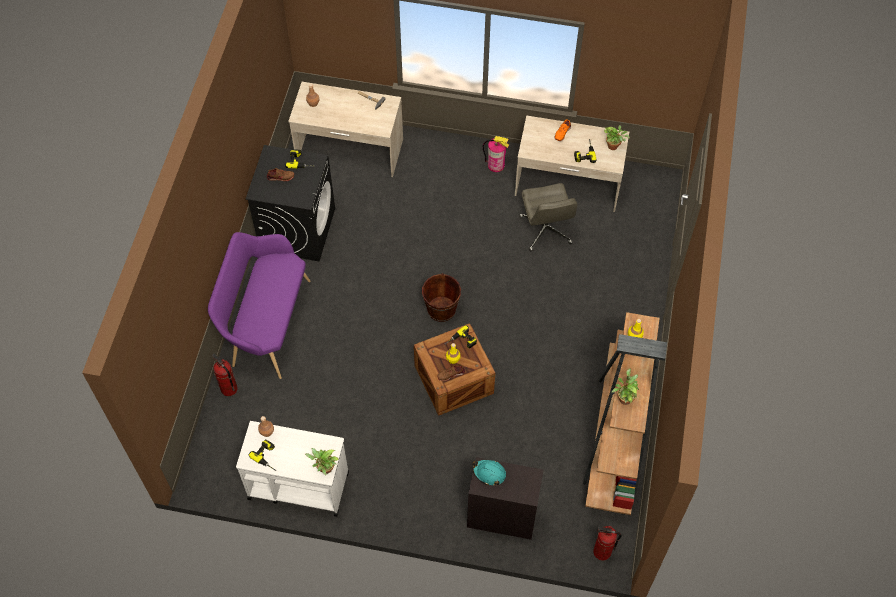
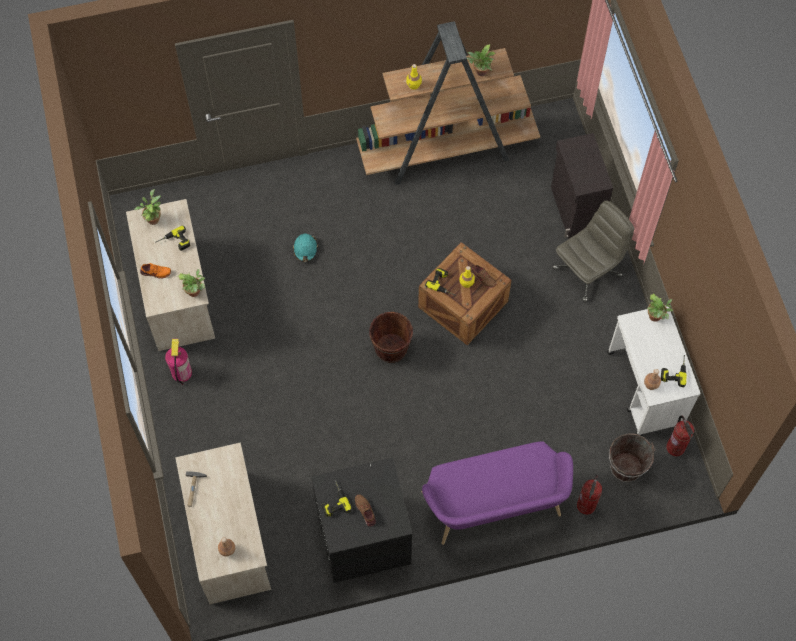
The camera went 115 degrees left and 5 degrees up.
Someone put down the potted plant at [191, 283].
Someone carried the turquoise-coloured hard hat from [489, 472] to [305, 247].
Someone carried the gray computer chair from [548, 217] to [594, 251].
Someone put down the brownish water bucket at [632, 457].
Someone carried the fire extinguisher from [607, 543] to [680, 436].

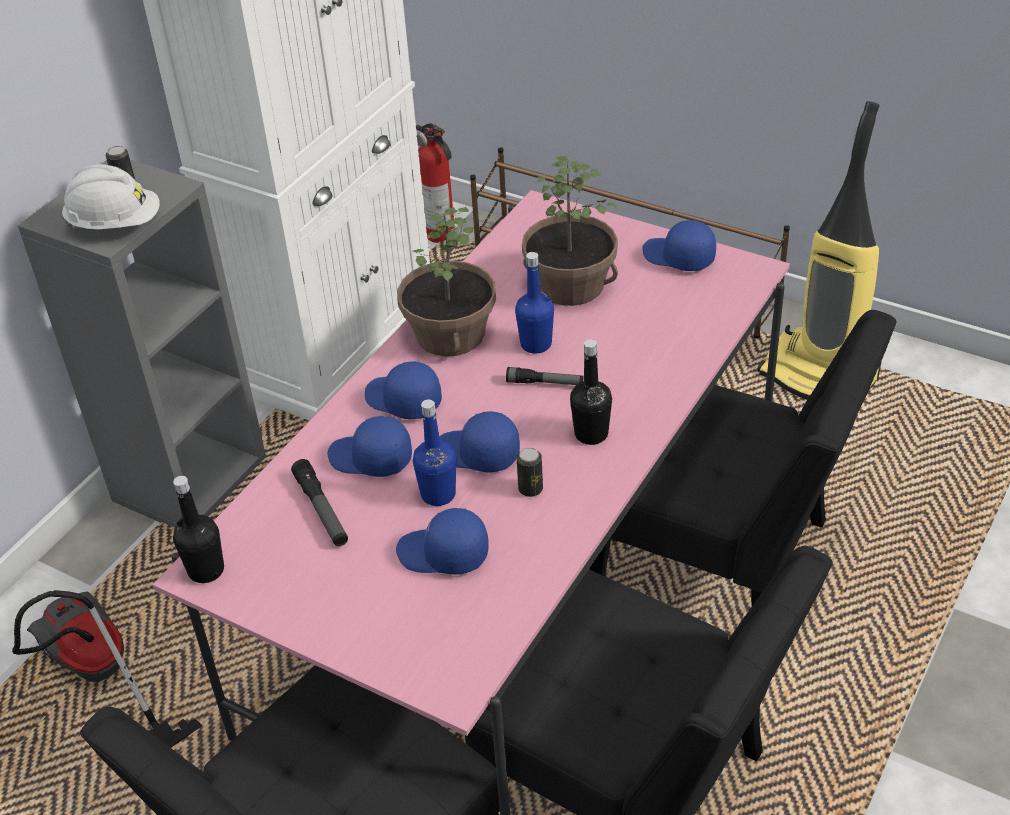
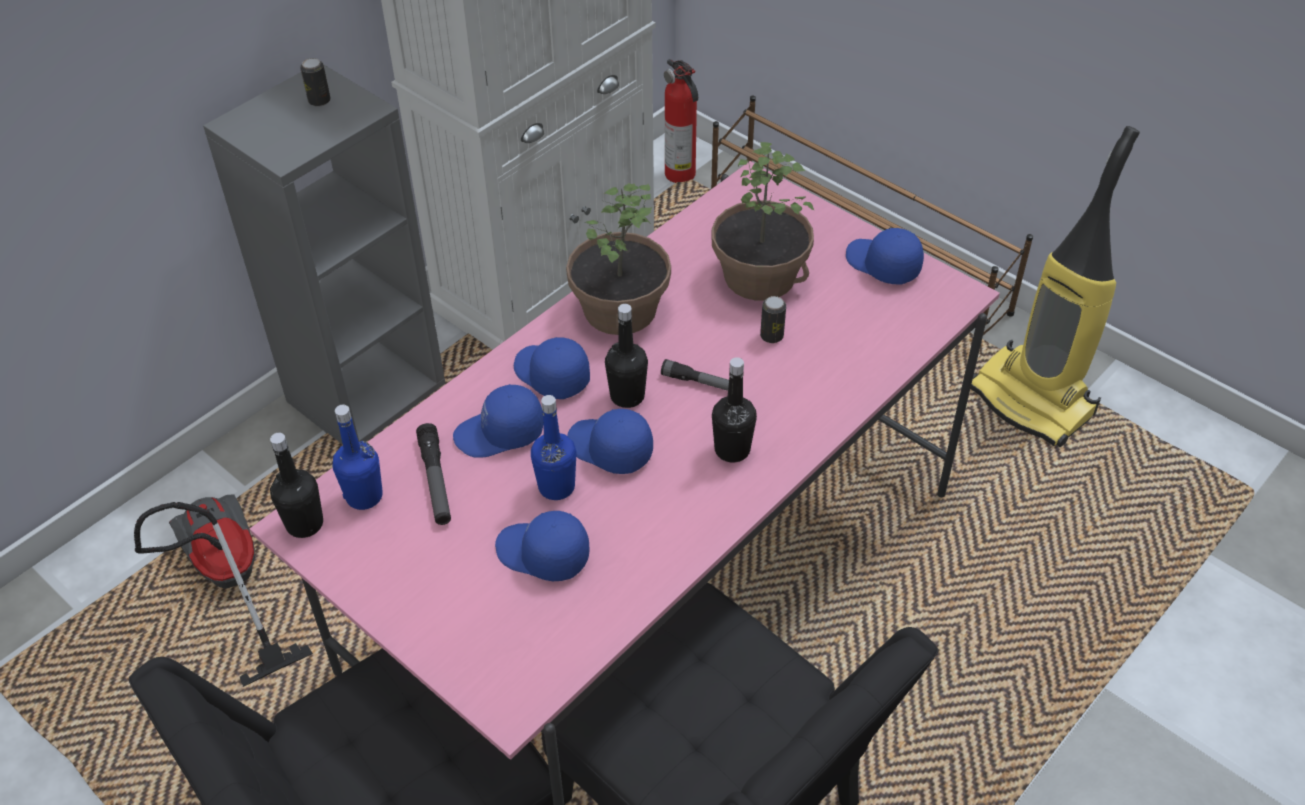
The camera went 10 degrees right and 5 degrees up.
Someone carried the blue-coloured beverage bottle from [534, 303] to [358, 457].
Someone rotated the blue-coloured cap at [369, 446] by 45 degrees counterclockwise.
Someone put down the black beverage bottle at [626, 356].
Someone carried the can from [530, 472] to [773, 319].
Someone took away the whitish hard hat at [111, 196].
Someone took away the black chair at [742, 458].

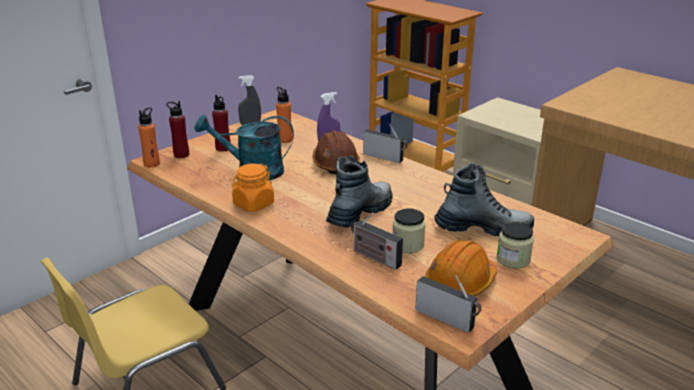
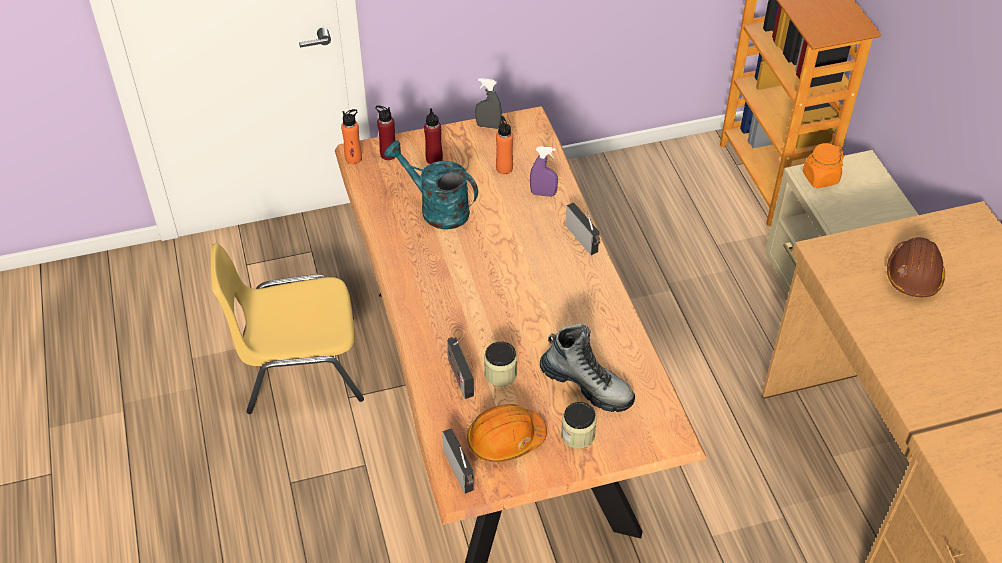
The camera went 30 degrees right and 20 degrees up.
Someone carried the orange-coloured storage jar from [253, 188] to [824, 165].
Someone carried the brownish hard hat from [336, 152] to [916, 267].
Someone took away the high-top boot at [359, 192].

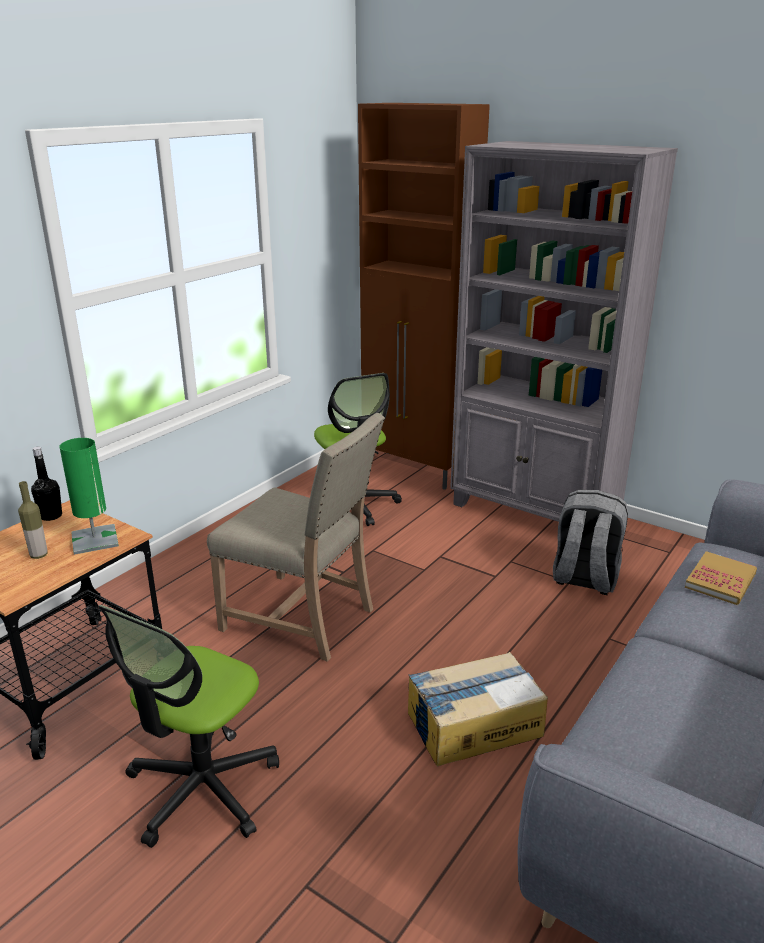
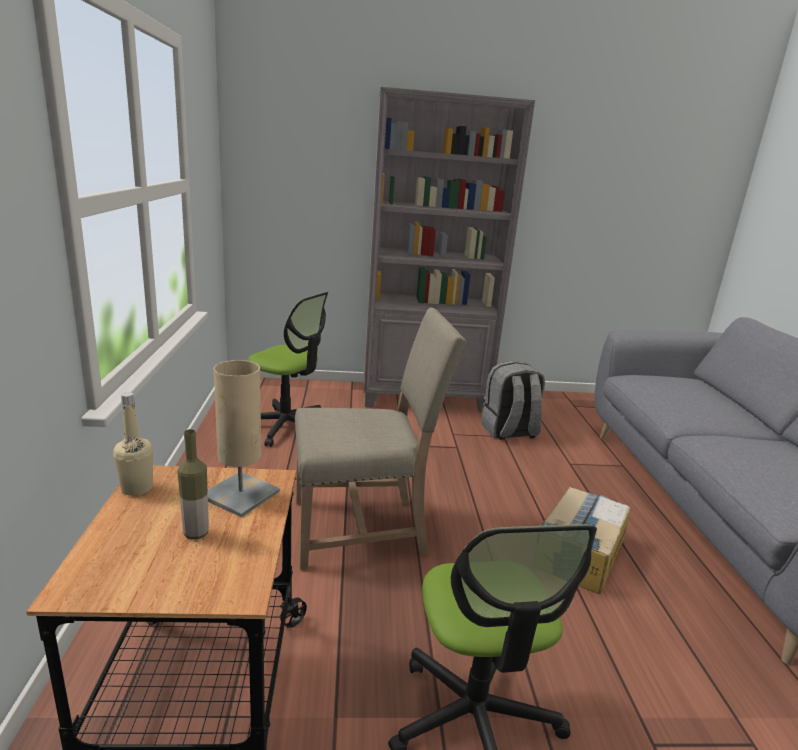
The camera went 40 degrees left and 5 degrees down.
Someone repainted the black beverage bottle at [46, 484], which became the beige-coloured beverage bottle at [133, 444].
Someone repainted the green-coloured table lamp at [89, 496], which became the beige-coloured table lamp at [244, 438].
Someone took away the brownish cupboard at [424, 296].
Someone took away the bound book at [721, 578].

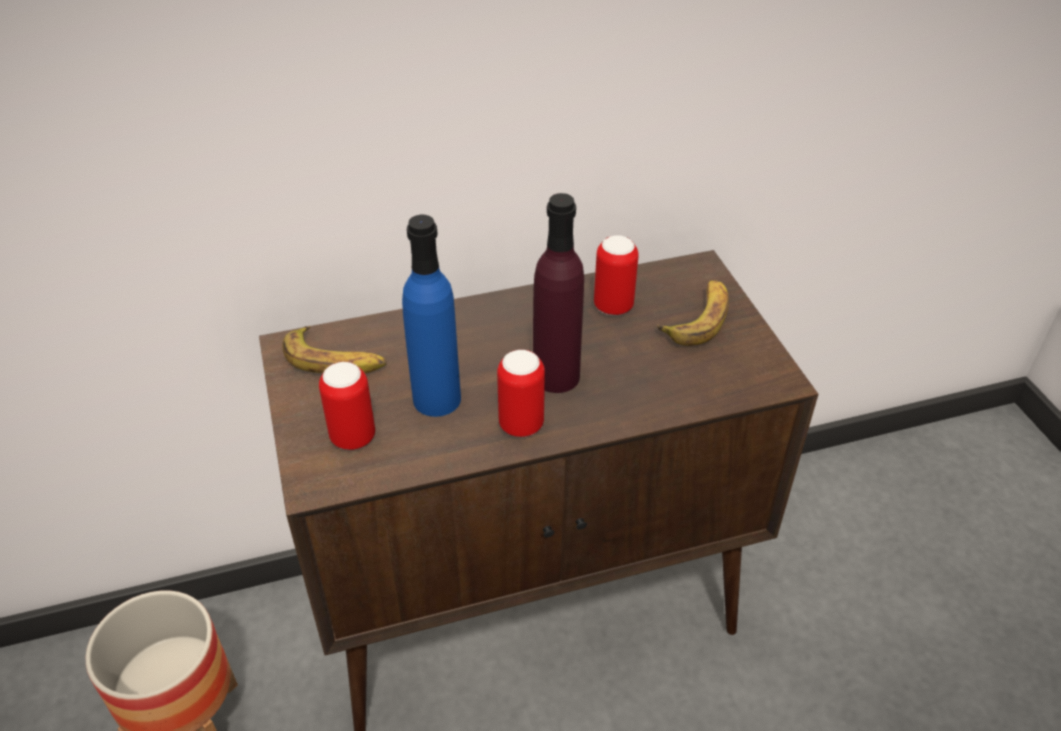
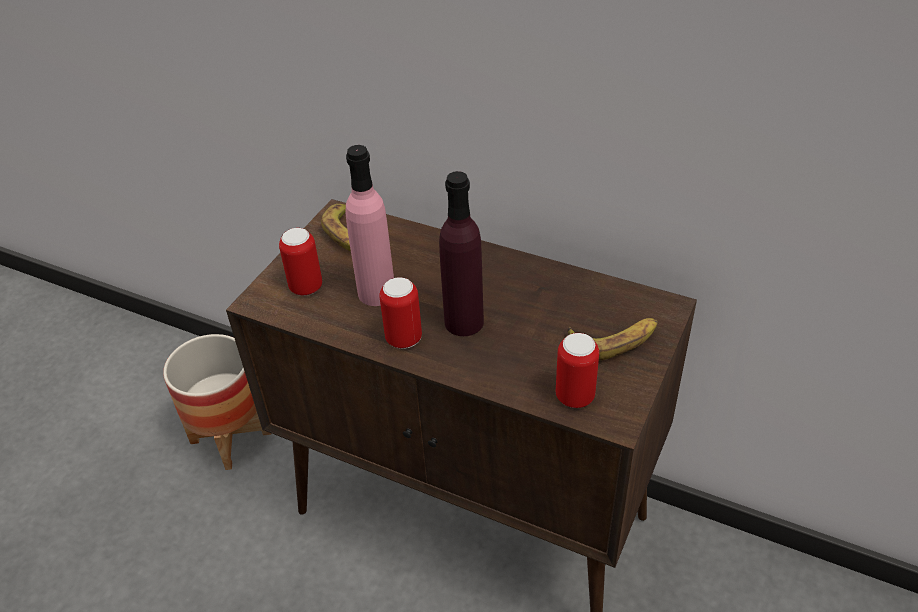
The camera went 45 degrees right and 0 degrees up.
Someone repainted the blue-coloured beverage bottle at [431, 316], which became the pink beverage bottle at [370, 225].
Someone carried the can from [616, 275] to [577, 370].

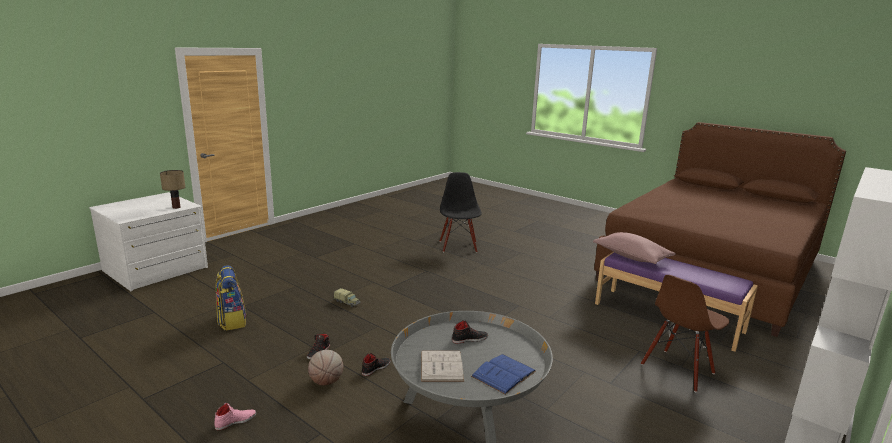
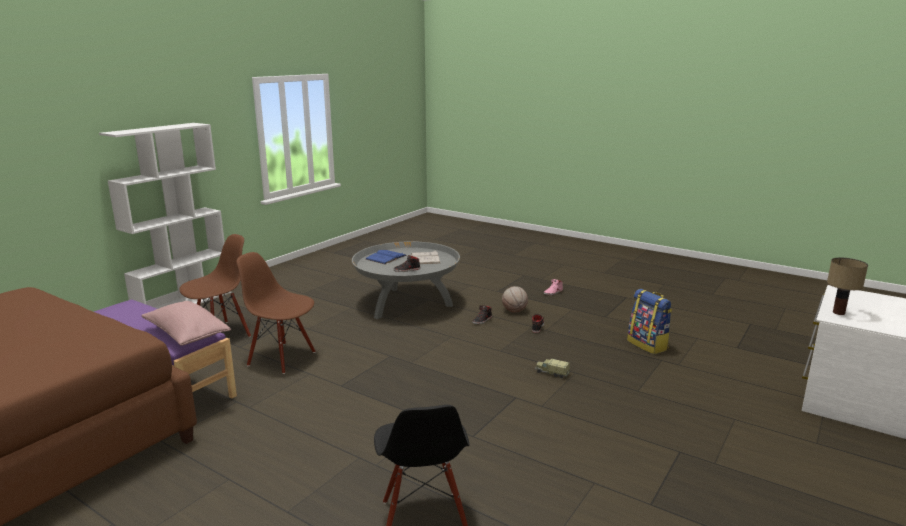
The camera went 175 degrees right and 0 degrees up.
Someone put down the brownish chair at [276, 313].

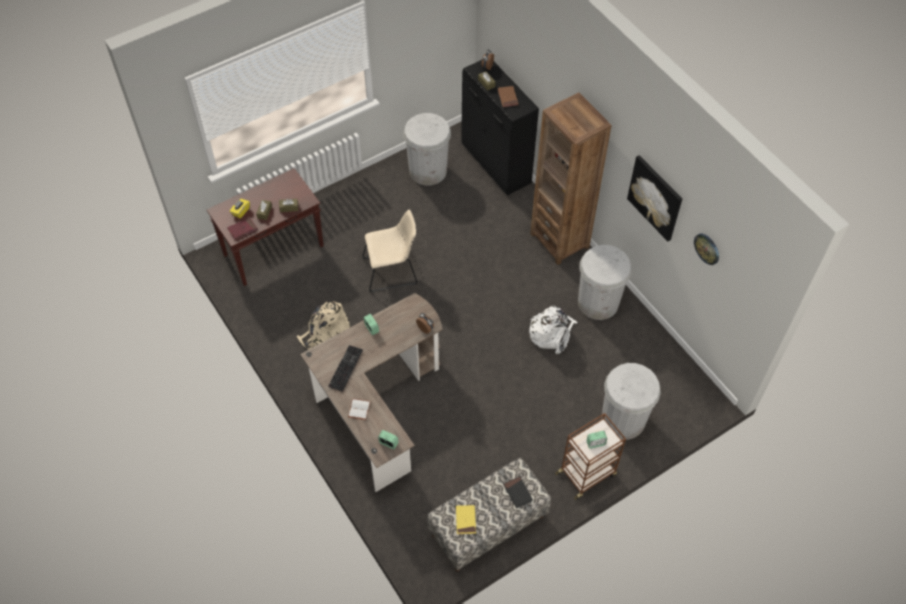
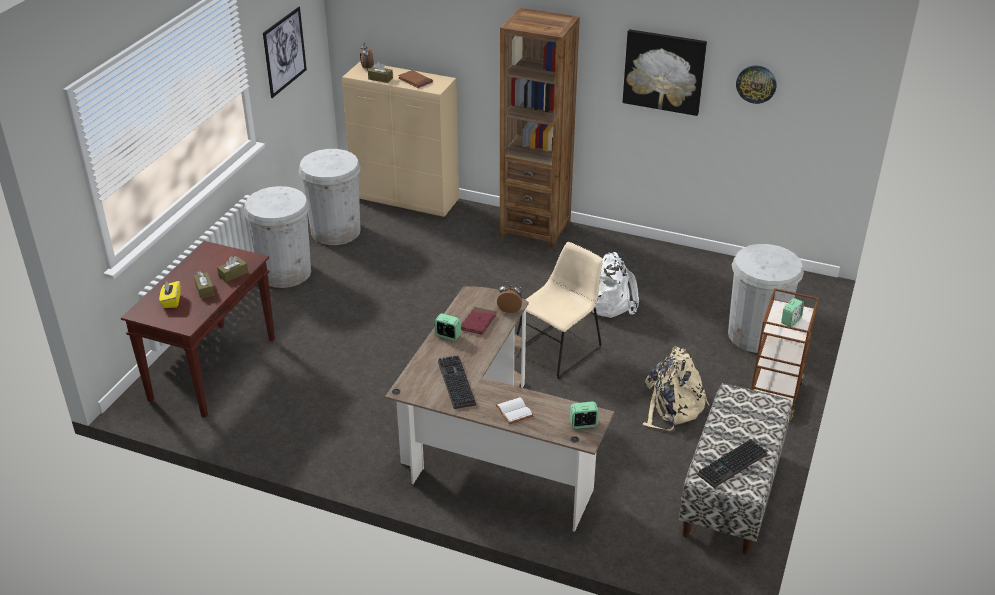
The camera went 35 degrees left and 20 degrees down.
Someone carried the whitish rubbish bin from [605, 282] to [277, 237].
Someone put up the wall picture at [285, 52].
Someone repainted the black cupboard at [500, 127], which became the beige-coloured cupboard at [400, 139].
Someone carried the red-coloured bound book from [242, 229] to [479, 321].
Someone carried the beige-coloured chair from [389, 251] to [559, 310].
Someone carried the beige-coloured rucksack from [323, 325] to [676, 388].
Someone swapped the yellowish bound book at [466, 519] for the computer keyboard at [732, 463].
Someone took away the black bound book at [518, 492].

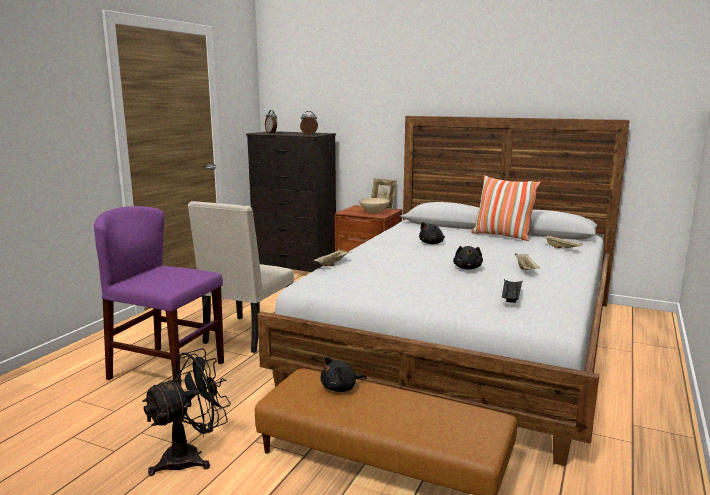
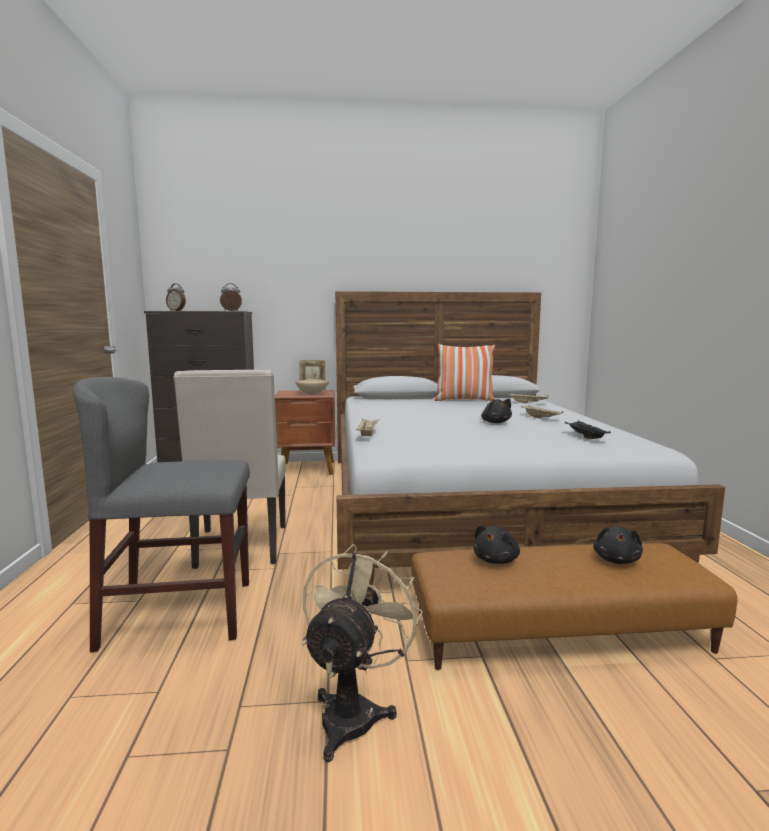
The camera went 30 degrees left and 5 degrees down.
Someone repainted the purple chair at [159, 295], which became the gray chair at [161, 514].
Someone repainted the black electric fan at [186, 412], which became the beige-coloured electric fan at [362, 653].
Someone carried the black cuddly toy from [432, 233] to [618, 545].

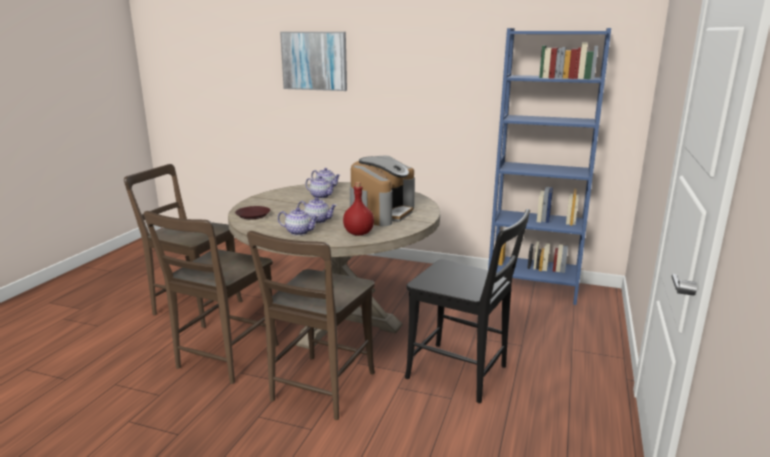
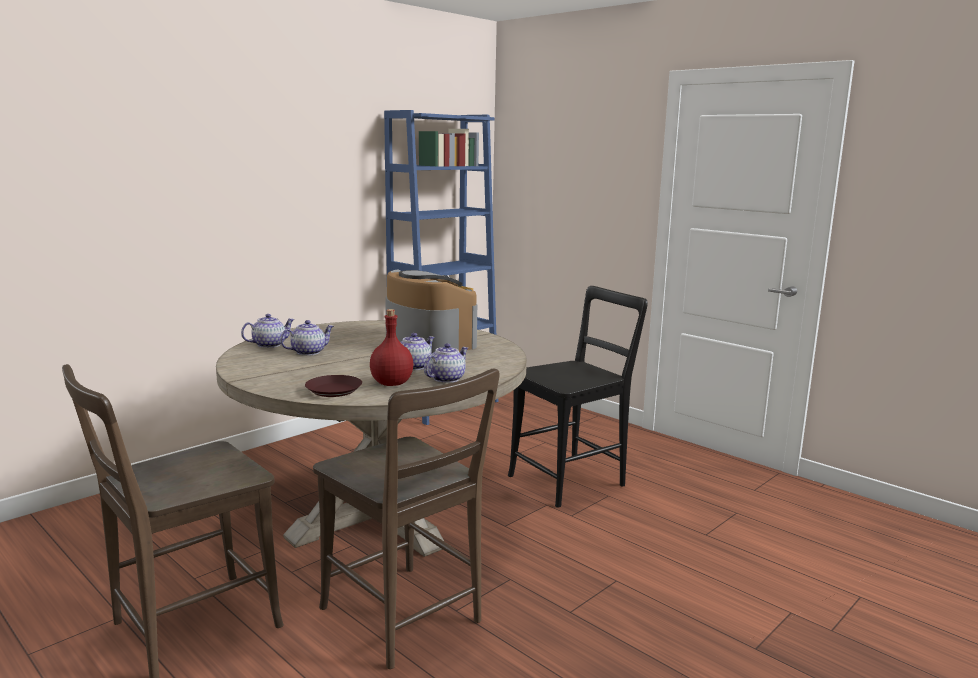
The camera went 65 degrees left and 5 degrees down.
Someone carried the red-coloured beverage bottle from [358, 209] to [392, 347].
Someone took away the brownish chair at [311, 325].
Someone took away the wall picture at [313, 61].

